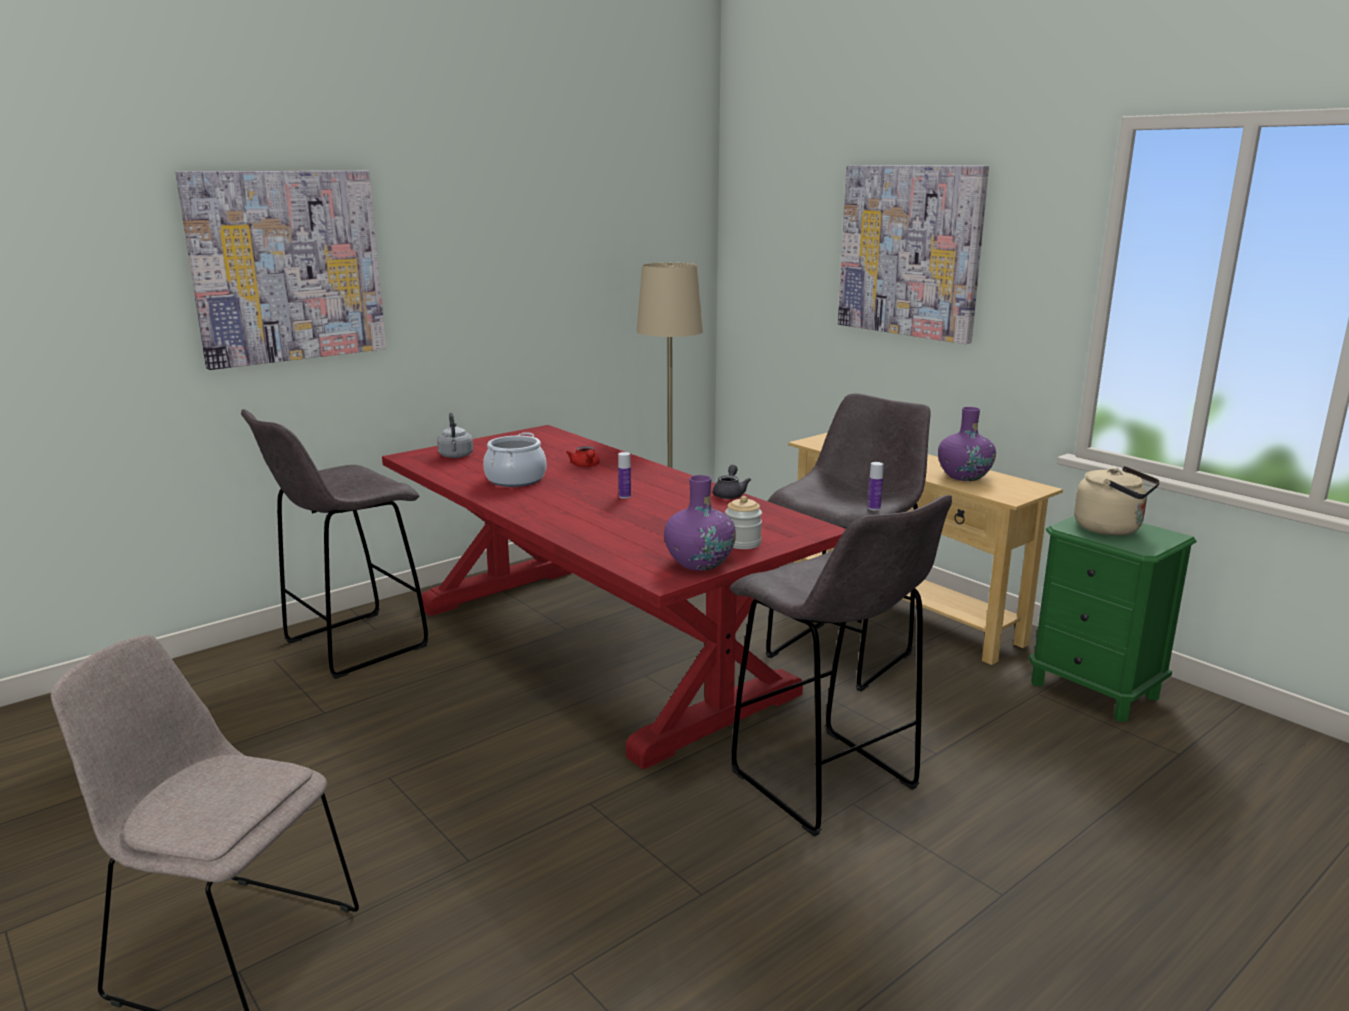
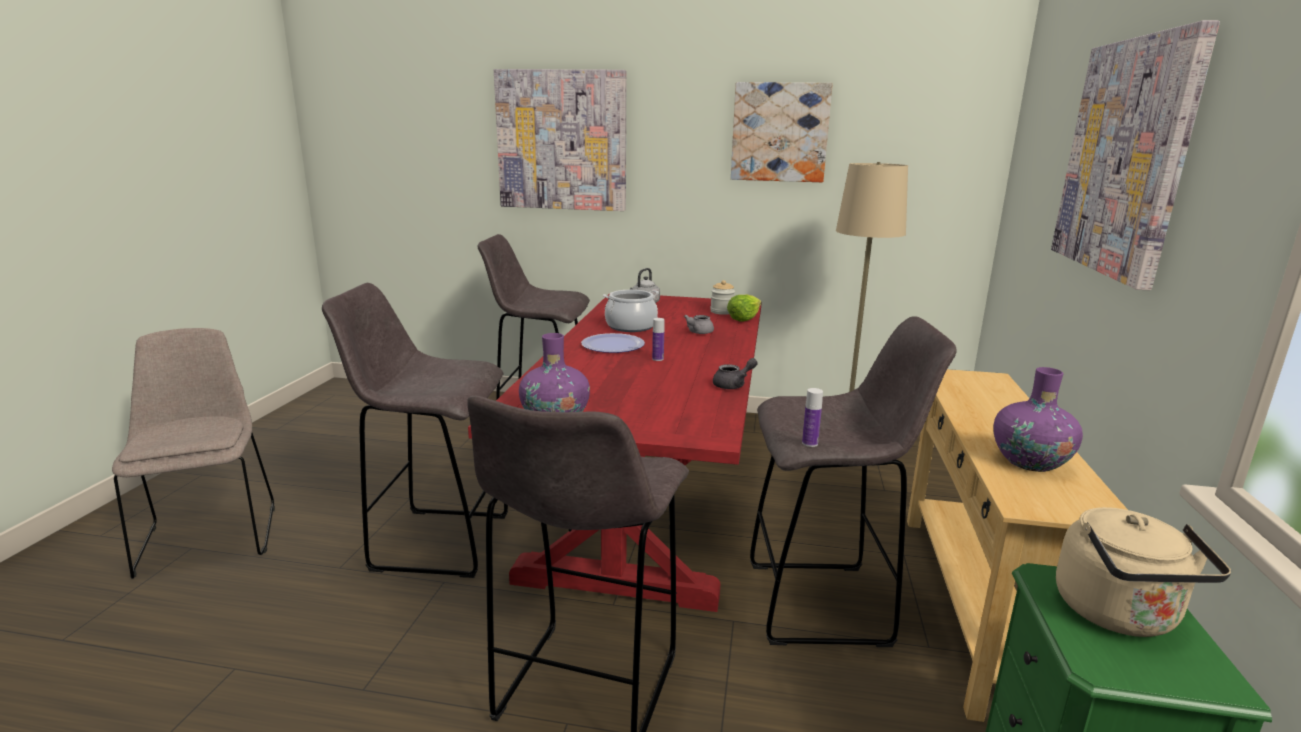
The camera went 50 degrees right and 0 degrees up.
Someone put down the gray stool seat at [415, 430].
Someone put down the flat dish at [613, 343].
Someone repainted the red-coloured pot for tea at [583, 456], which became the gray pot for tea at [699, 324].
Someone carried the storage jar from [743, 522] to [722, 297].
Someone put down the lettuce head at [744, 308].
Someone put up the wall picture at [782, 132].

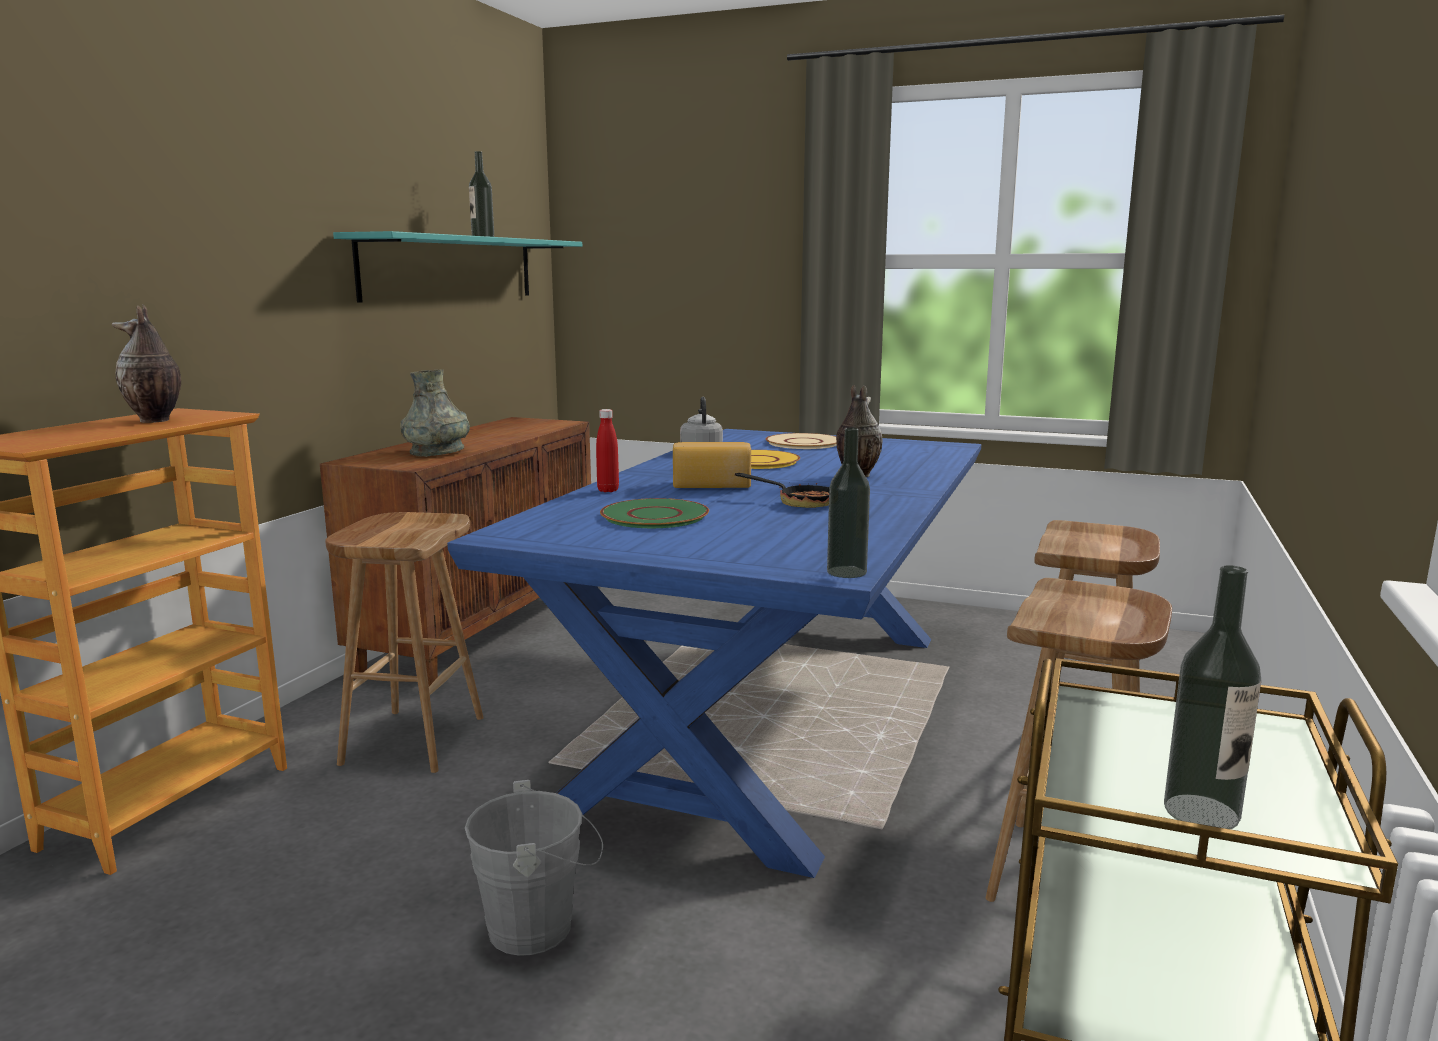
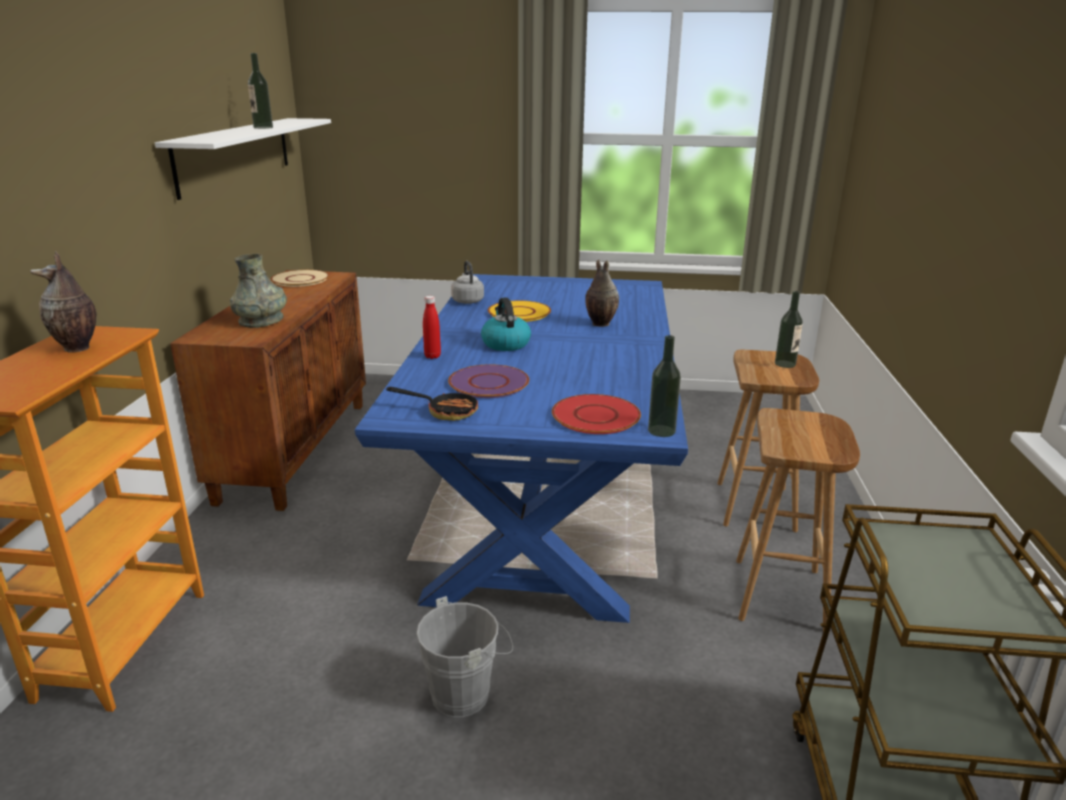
The camera went 15 degrees left and 10 degrees up.
Someone repainted the turquoise-coloured shelf at [457, 267], which became the whitish shelf at [243, 159].
Someone carried the beige-coloured flat dish from [801, 441] to [300, 278].
Someone carried the skillet from [782, 490] to [432, 404].
Someone repainted the green-coloured flat dish at [654, 513], which became the purple flat dish at [488, 381].
Someone swapped the bread at [712, 465] for the water kettle at [506, 324].
Someone put down the red-coloured flat dish at [596, 414].
Someone carried the beverage bottle from [1212, 697] to [789, 329].
Someone took away the brownish stool seat at [404, 642].

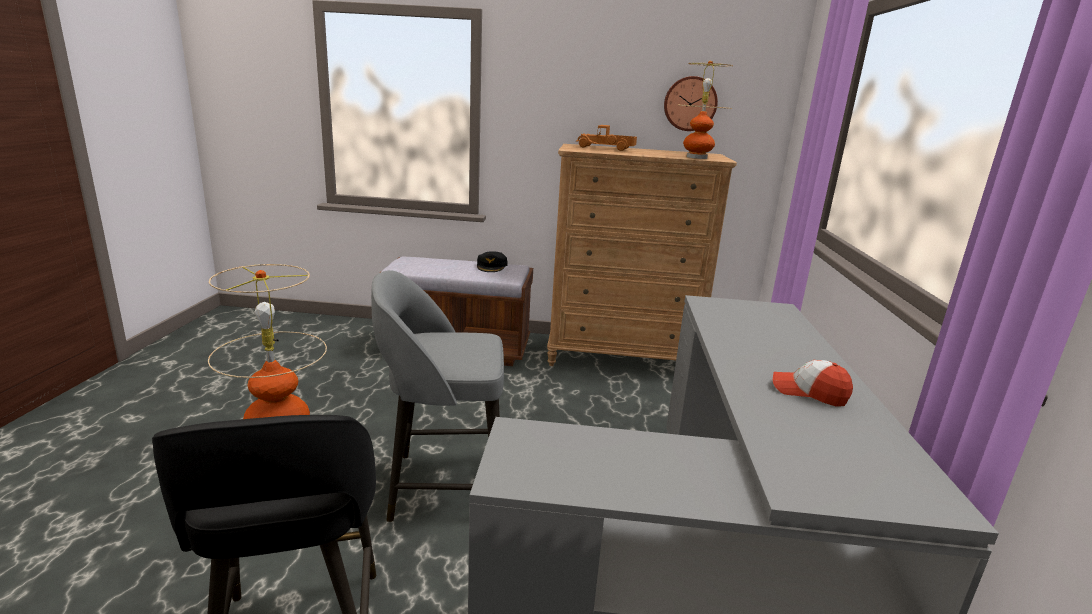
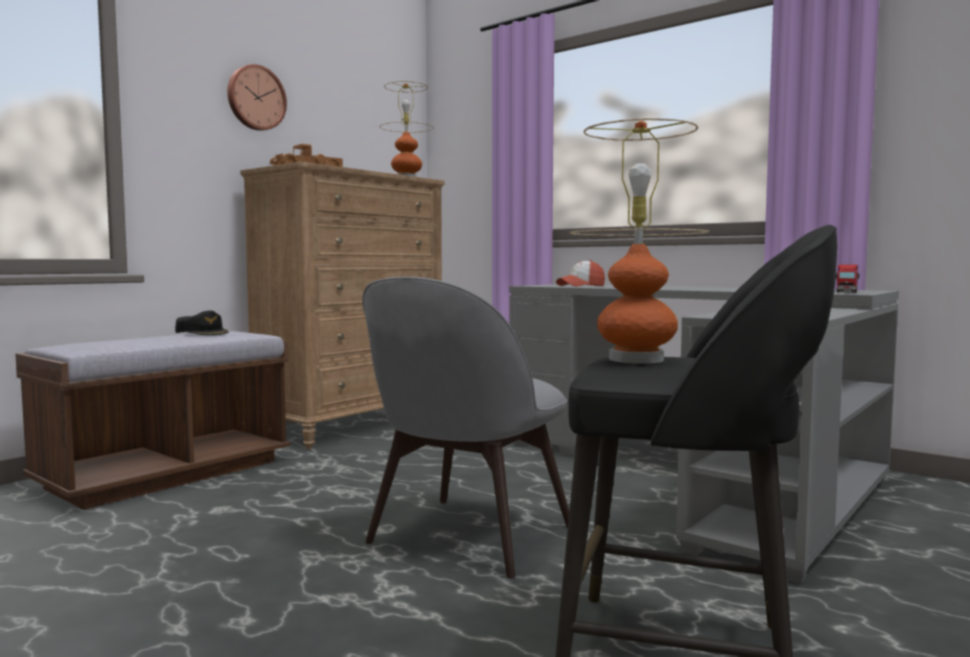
The camera went 55 degrees left and 15 degrees down.
Someone carried the clock on the wall from [691, 103] to [257, 97].
Someone swapped the gray stool seat at [437, 396] for the gray chair at [465, 427].
Someone carried the cap from [813, 383] to [580, 273].
Someone put down the toy lorry at [848, 279].

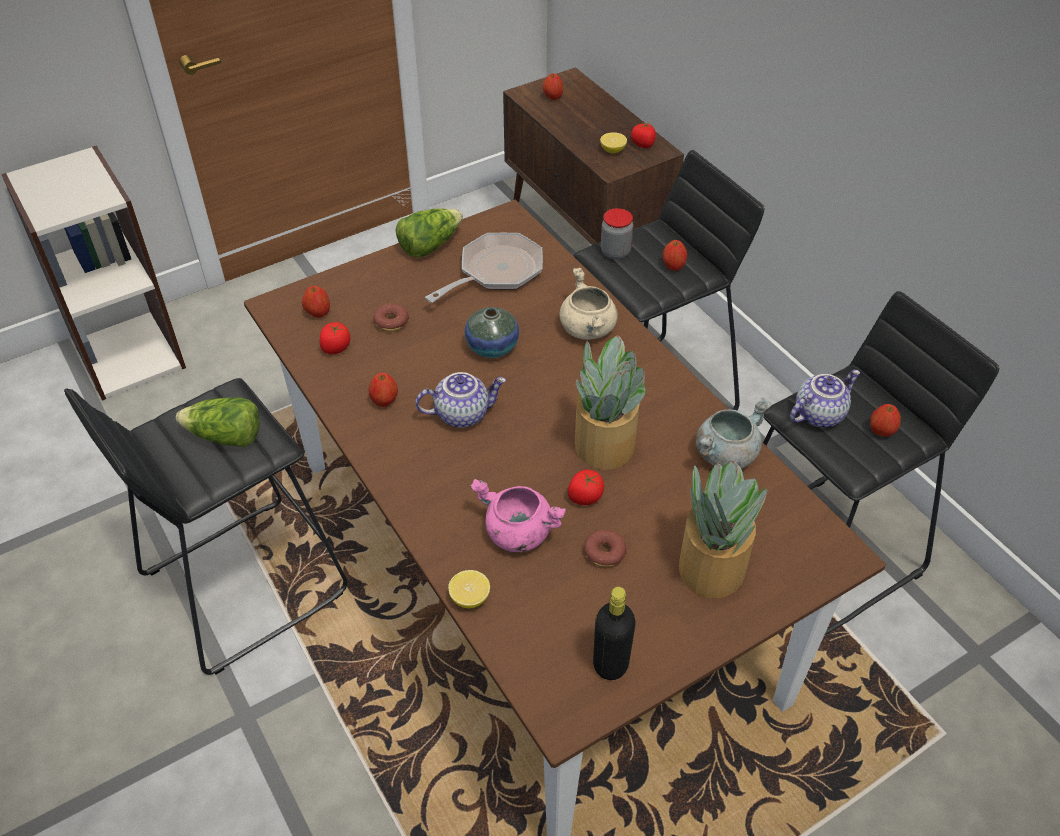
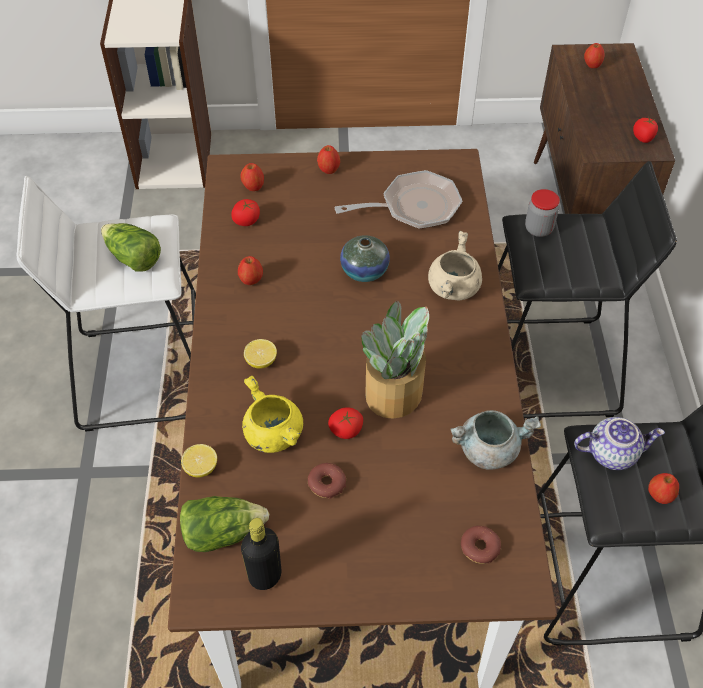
The camera went 30 degrees right and 5 degrees up.
Someone repainted the black stool seat at [206, 526], which became the whitish stool seat at [106, 304].
Someone carried the lettuce head from [429, 232] to [224, 524].
Someone repainted the pink stockpot at [518, 515], which became the yellowish stockpot at [272, 414].
Someone carried the whole lemon from [613, 143] to [260, 354].
Someone carried the apple fruit from [675, 255] to [328, 159].
Someone carried the ring doughnut from [391, 317] to [481, 545].
Someone took away the pot for tea at [460, 400].
Someone took away the potted plant at [723, 530].

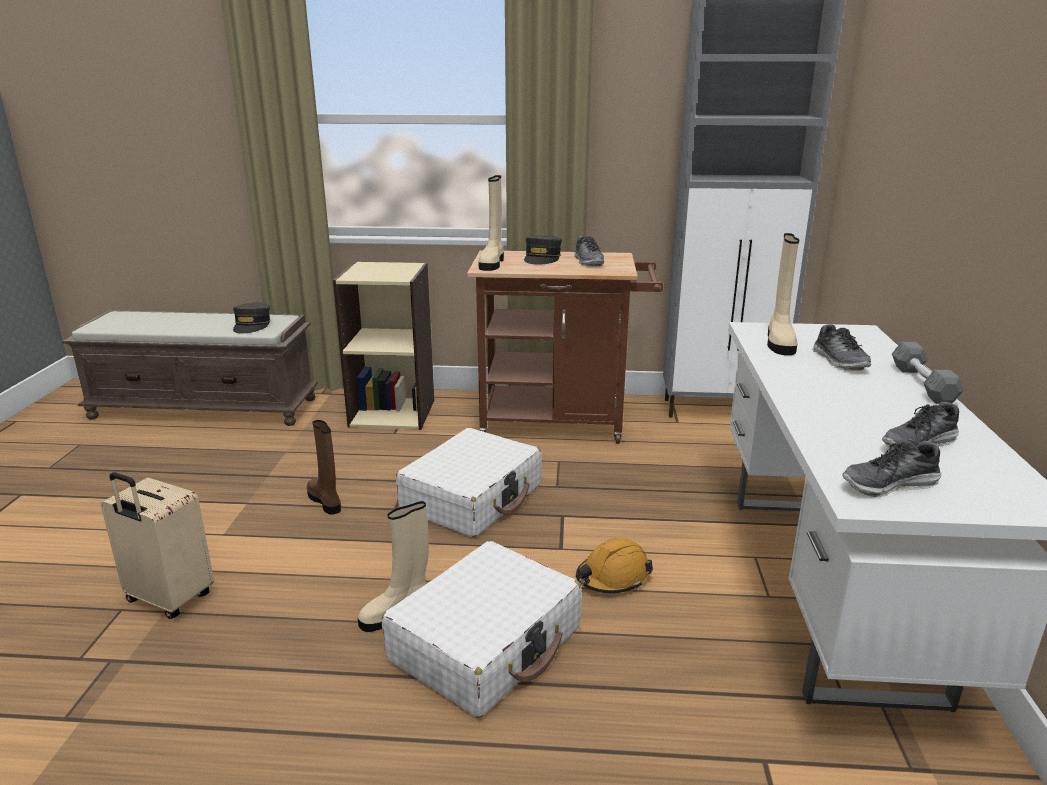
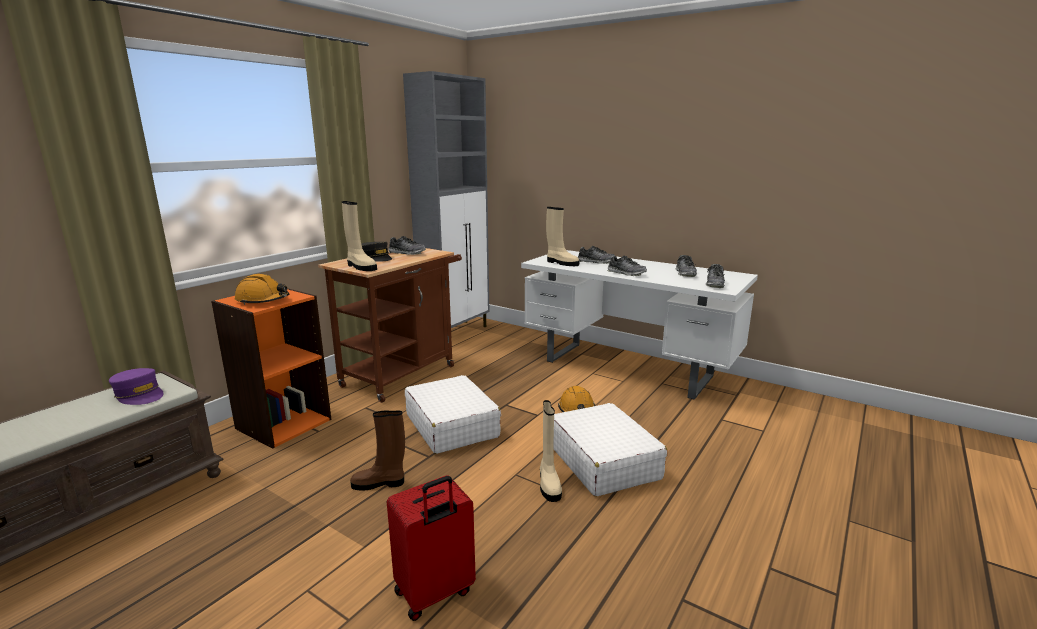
The camera went 60 degrees left and 5 degrees down.
Someone repainted the gray cap at [251, 317], which became the purple cap at [136, 386].
Someone repainted the beige-coloured bookcase at [383, 345], which became the orange-coloured bookcase at [271, 368].
Someone put down the orange-coloured hard hat at [262, 289].
Someone repainted the beige-coloured suitcase at [157, 545], which became the red-coloured suitcase at [431, 548].
Someone put down the low shoe at [627, 265].
Someone took away the gray dumbbell at [927, 373].

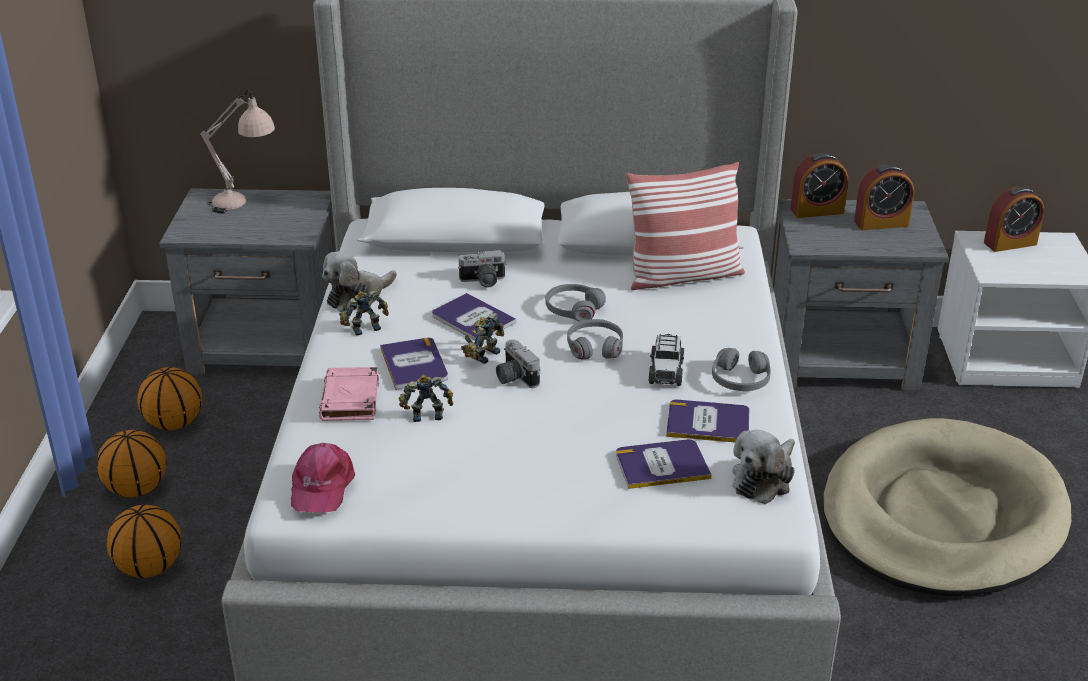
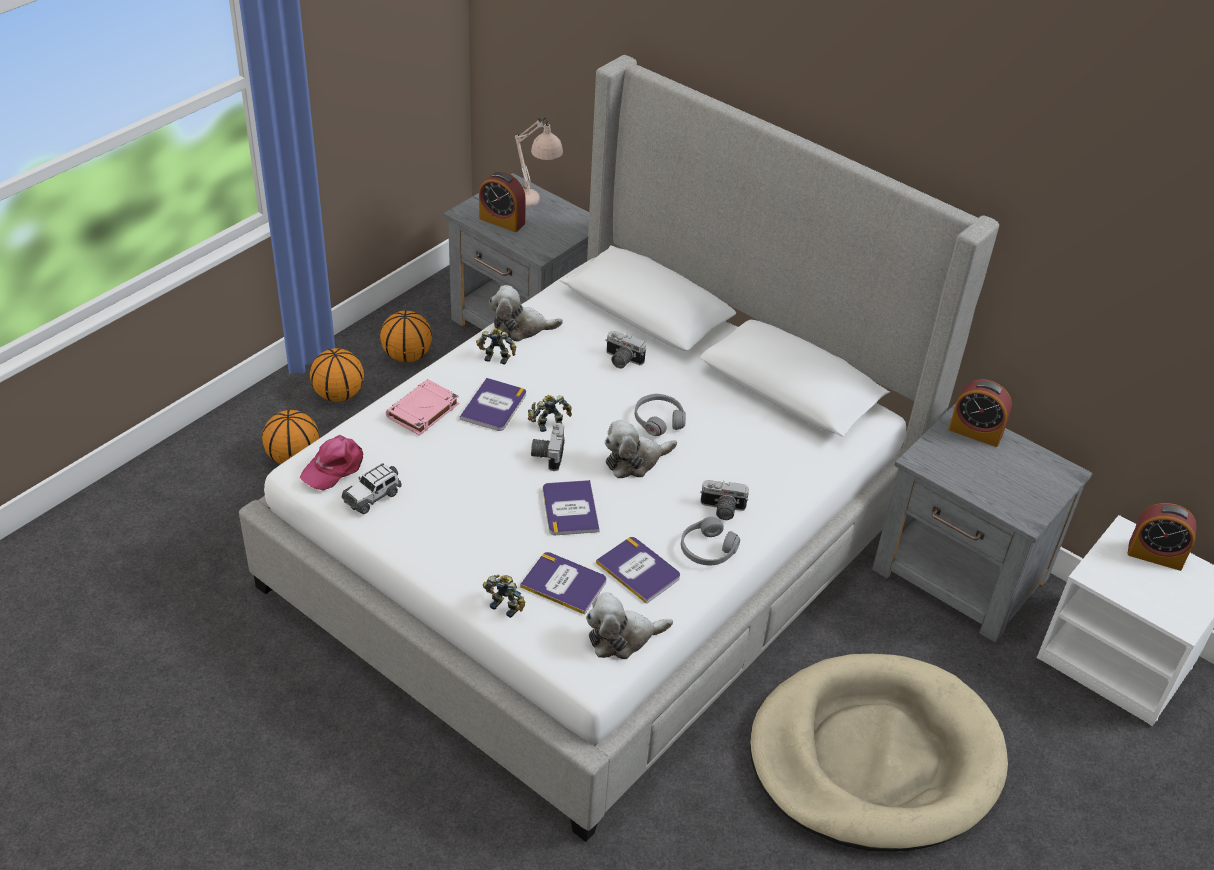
The camera went 35 degrees right and 10 degrees up.
Someone carried the model car from [666, 360] to [372, 488].
Someone carried the bedside clock from [884, 197] to [502, 202].
Someone carried the robot figure from [426, 398] to [504, 596].
Someone carried the bound book from [474, 316] to [571, 507].
Someone swapped the gray headset at [595, 339] for the cuddly toy at [641, 449].
Someone put down the still camera at [724, 500].
Someone took away the pillow at [685, 226].

